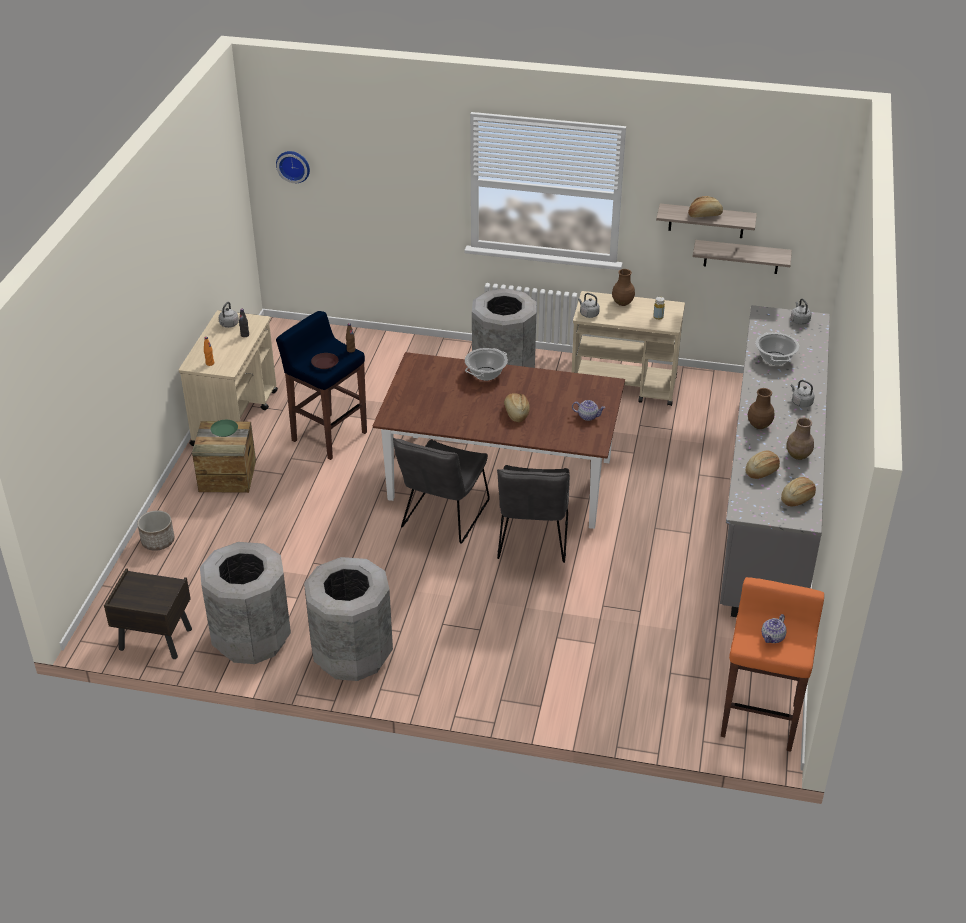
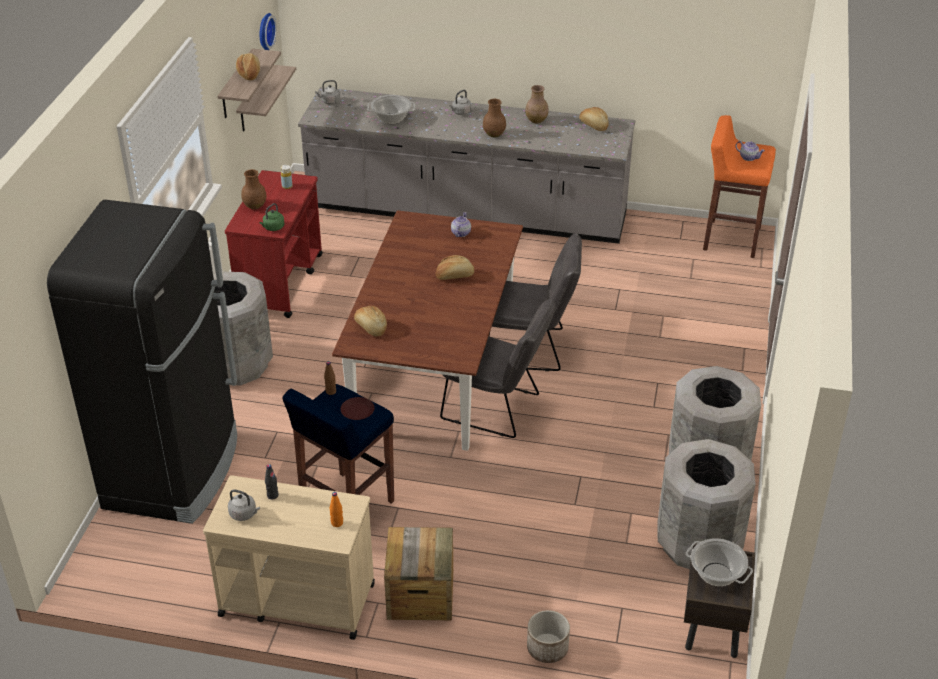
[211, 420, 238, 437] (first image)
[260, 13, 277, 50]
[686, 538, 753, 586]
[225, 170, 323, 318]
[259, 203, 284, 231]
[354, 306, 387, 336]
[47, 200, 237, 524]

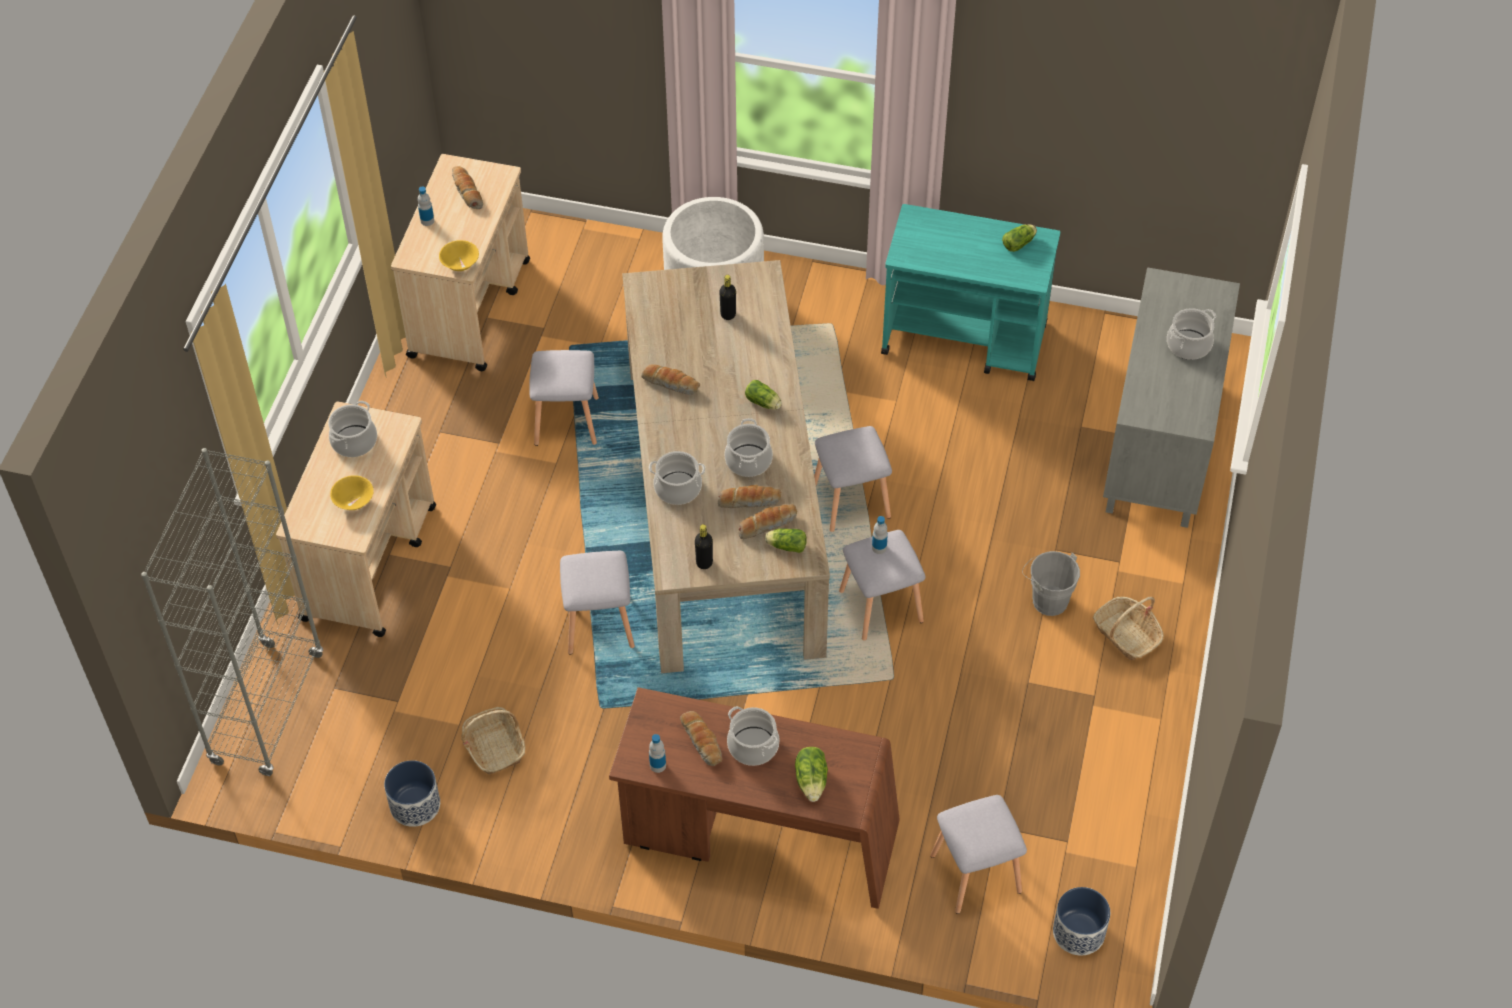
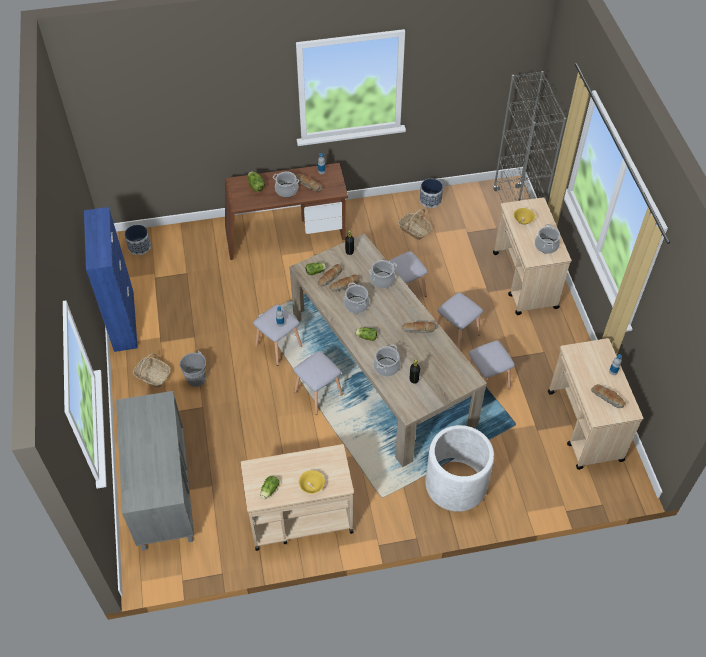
[299, 470, 325, 494]
[241, 444, 354, 551]
[437, 292, 483, 349]
[373, 344, 400, 377]
[84, 207, 138, 352]

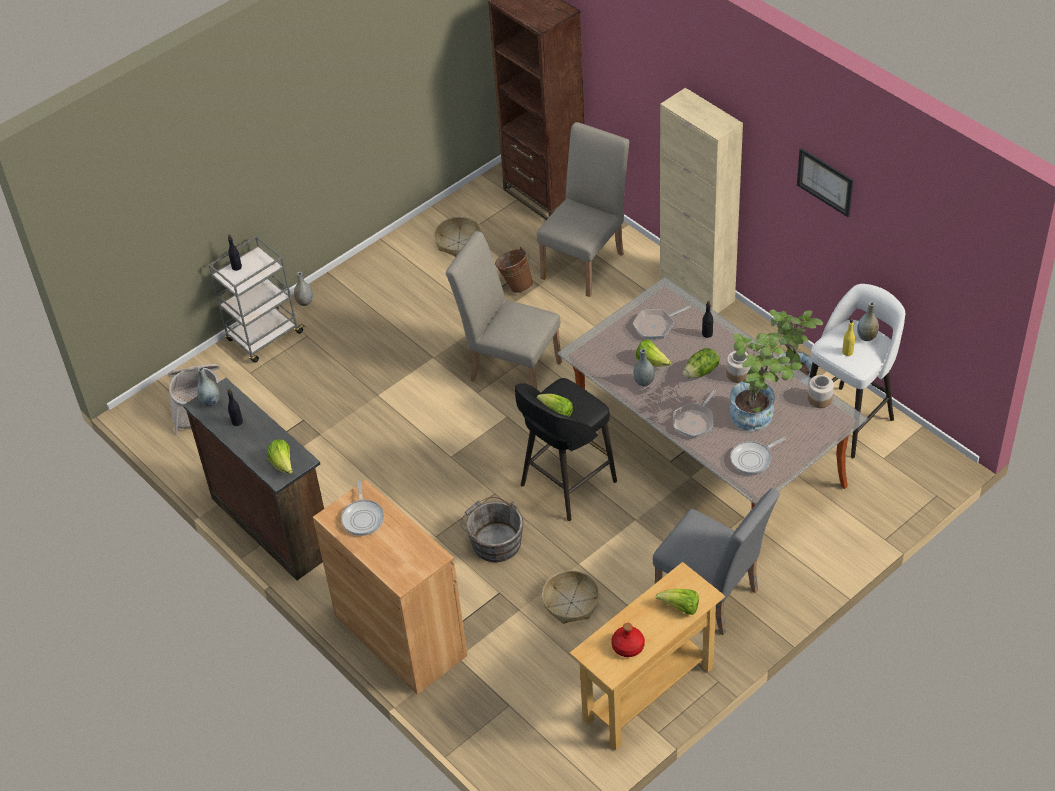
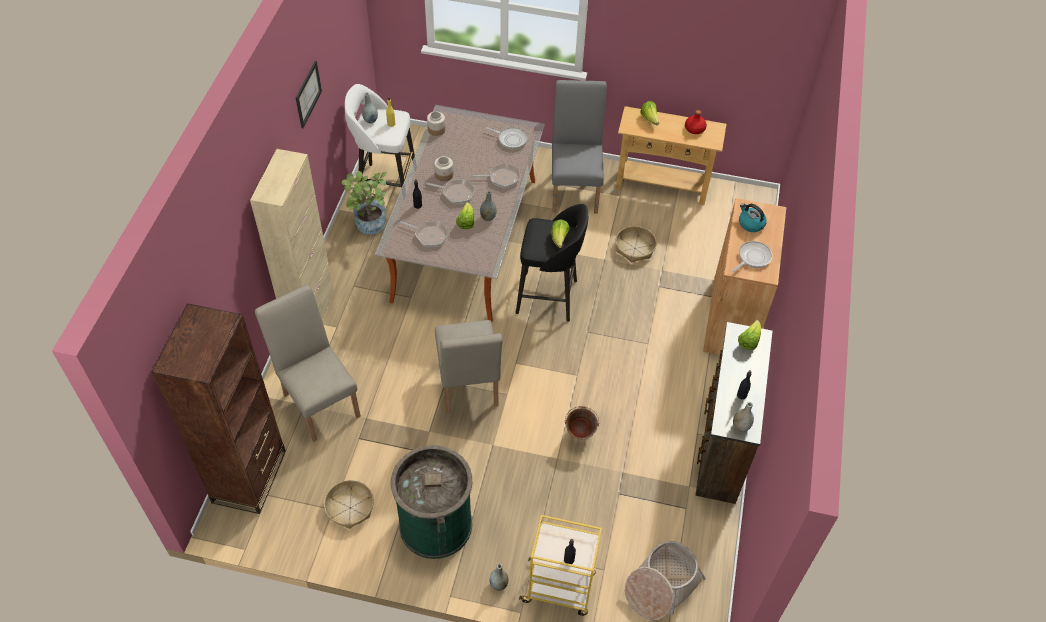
[519, 515, 602, 616]
[460, 497, 523, 562] (first image)
[565, 406, 599, 440]
[255, 284, 361, 442]
[426, 179, 475, 204]
[729, 334, 802, 431] (first image)
[391, 445, 472, 559]
[739, 203, 767, 232]

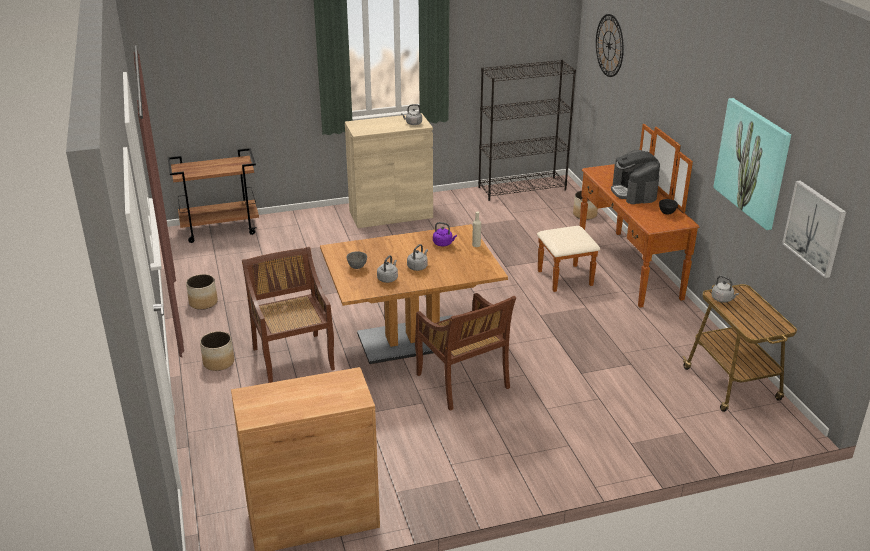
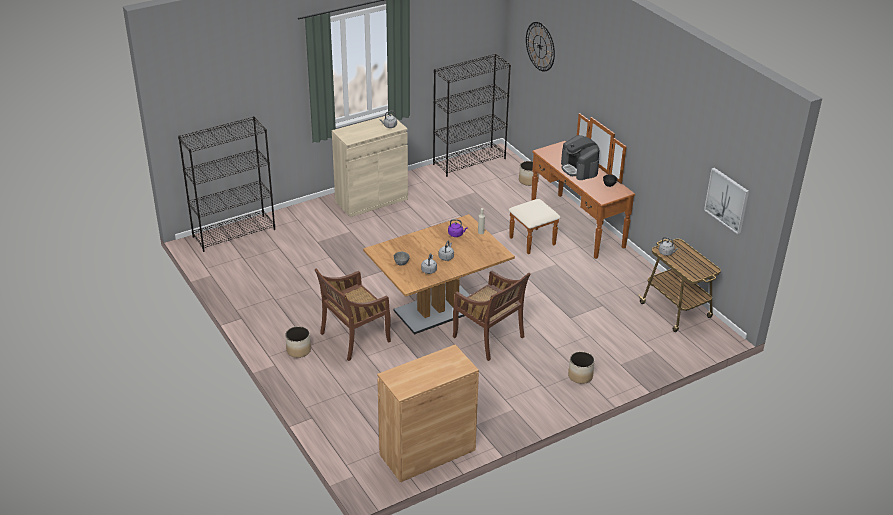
[178, 116, 275, 252]
[568, 352, 595, 384]
[315, 268, 391, 361]
[713, 98, 791, 230] (first image)

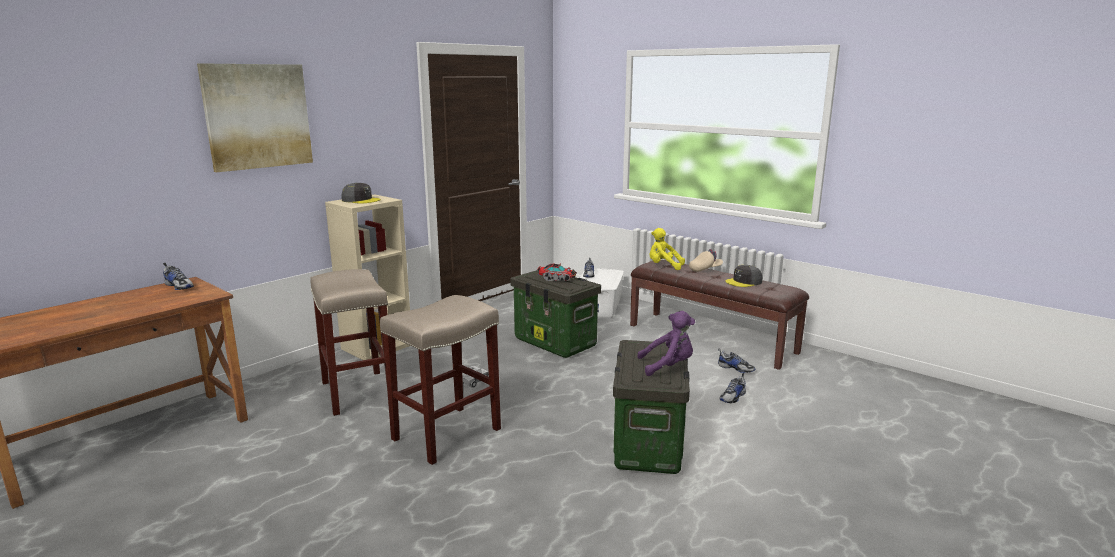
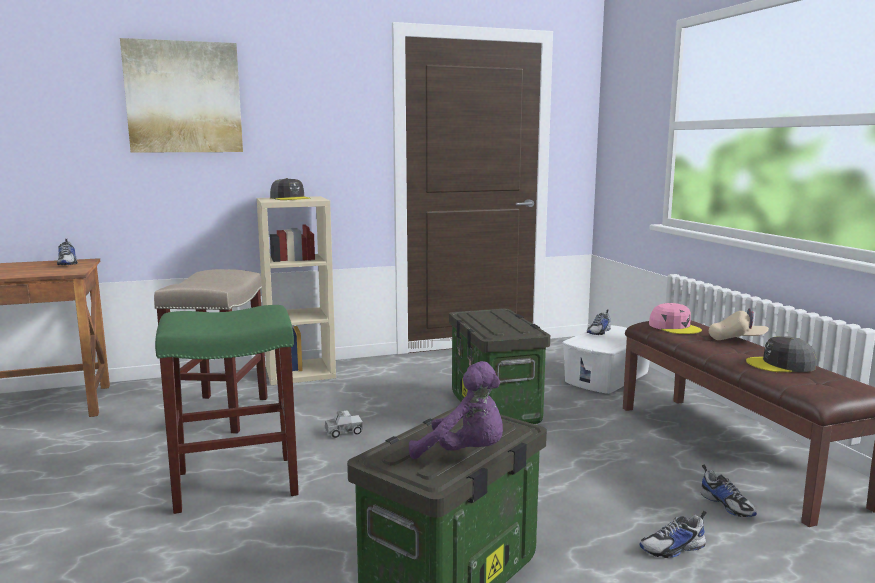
[155, 305, 299, 514]
[537, 263, 577, 281] (first image)
[649, 303, 702, 334]

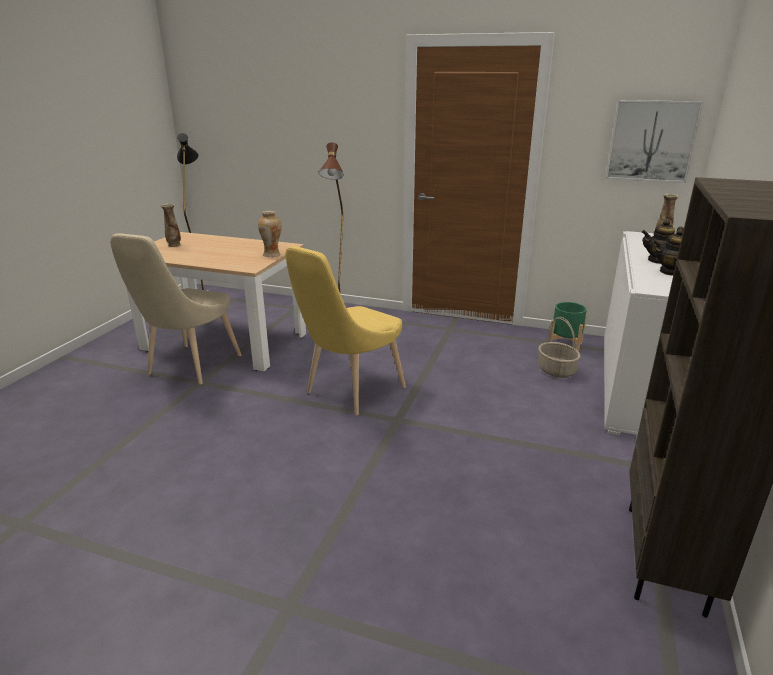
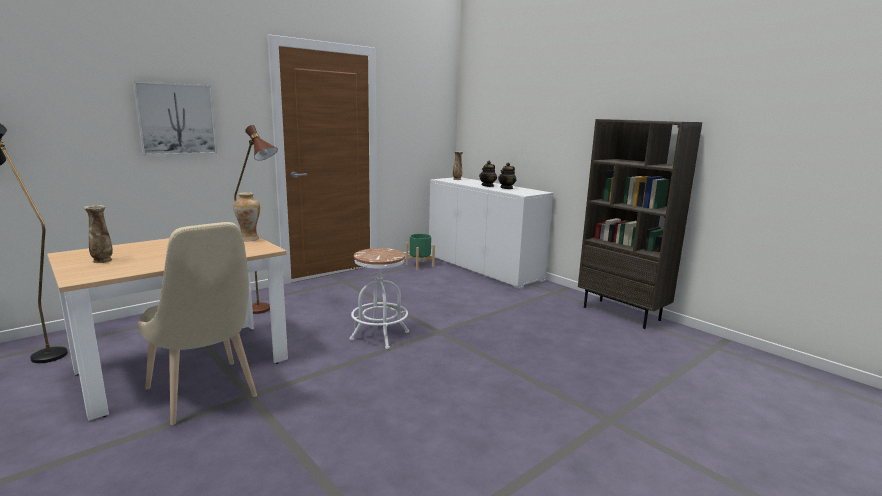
[350, 248, 409, 349]
[538, 317, 581, 378] (first image)
[133, 81, 217, 156]

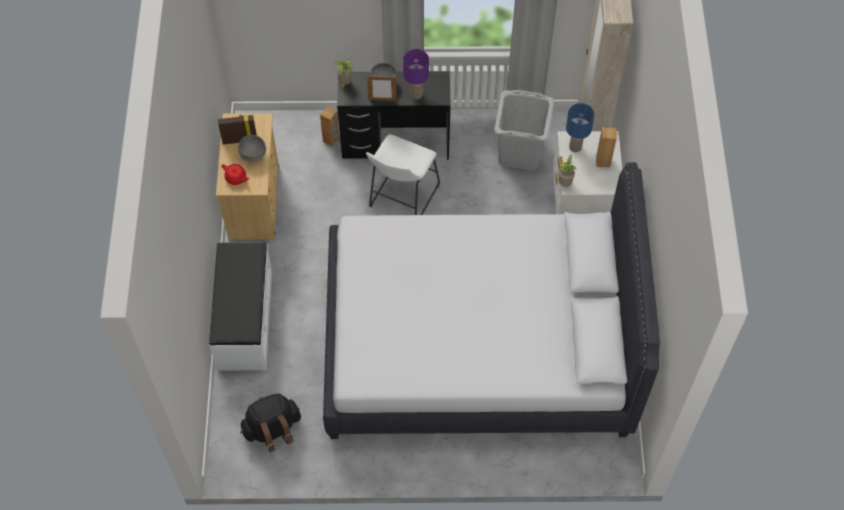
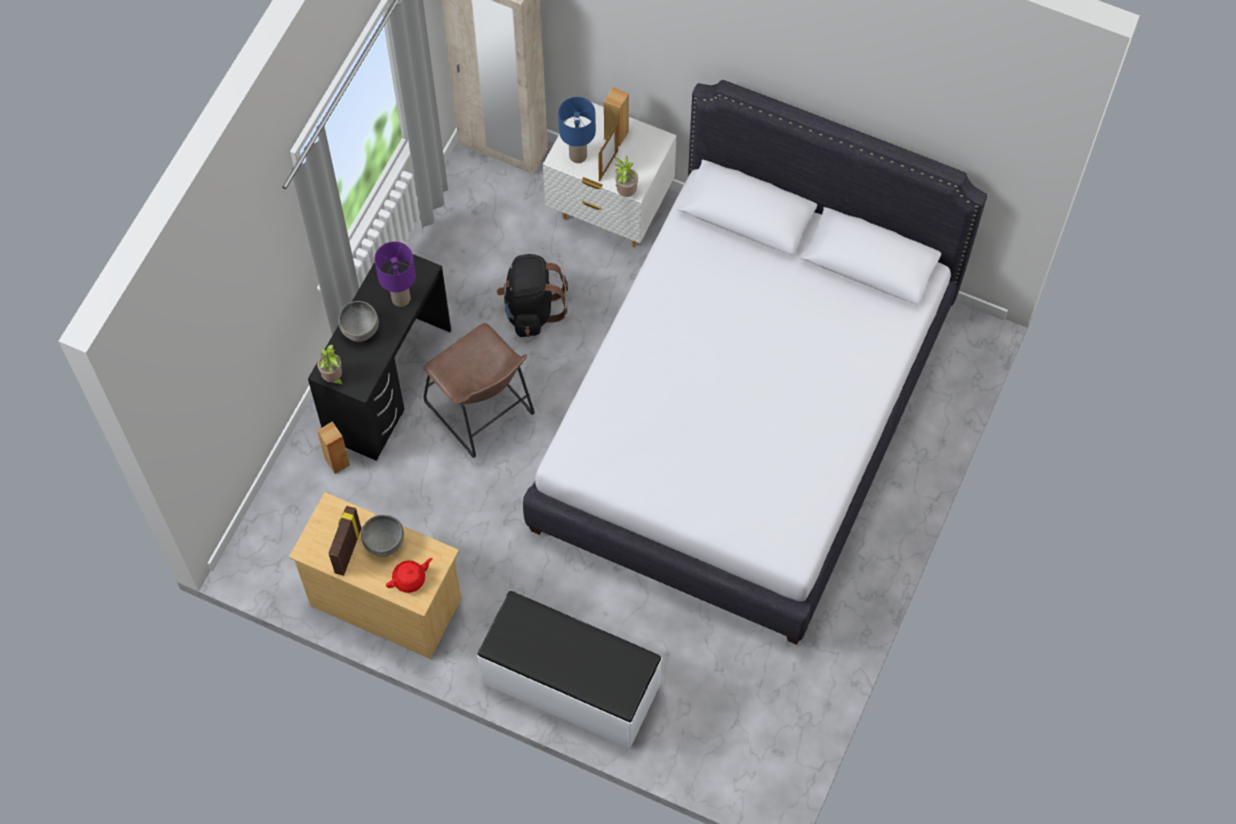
[497, 254, 568, 337]
[423, 323, 534, 458]
[598, 122, 618, 182]
[494, 90, 554, 170] (first image)

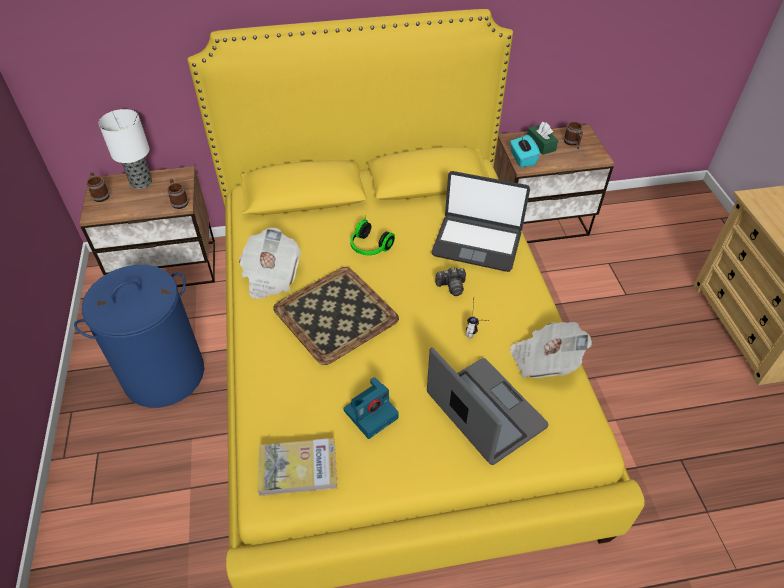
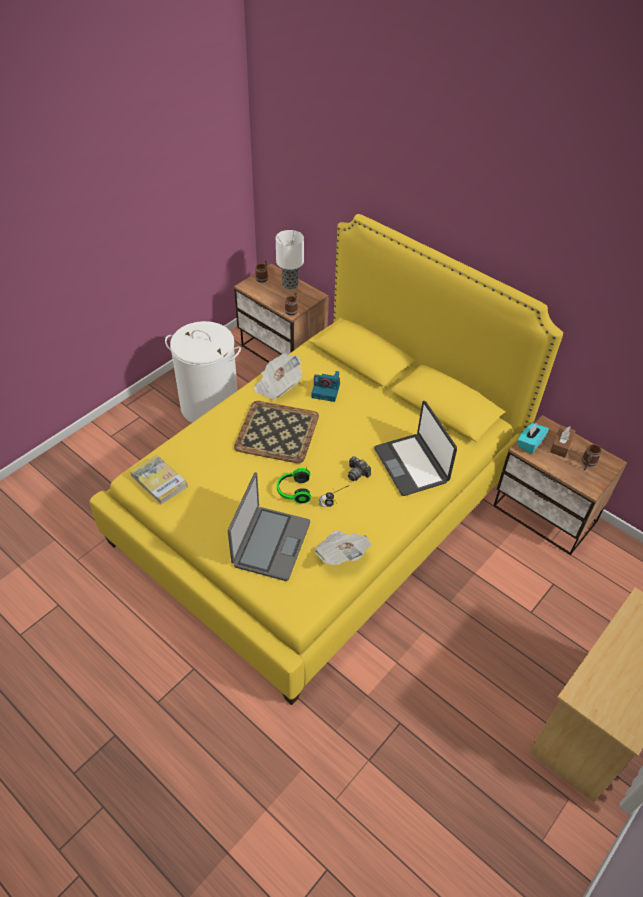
[165, 321, 241, 423]
[312, 371, 340, 402]
[277, 467, 311, 504]
[550, 425, 576, 458]

